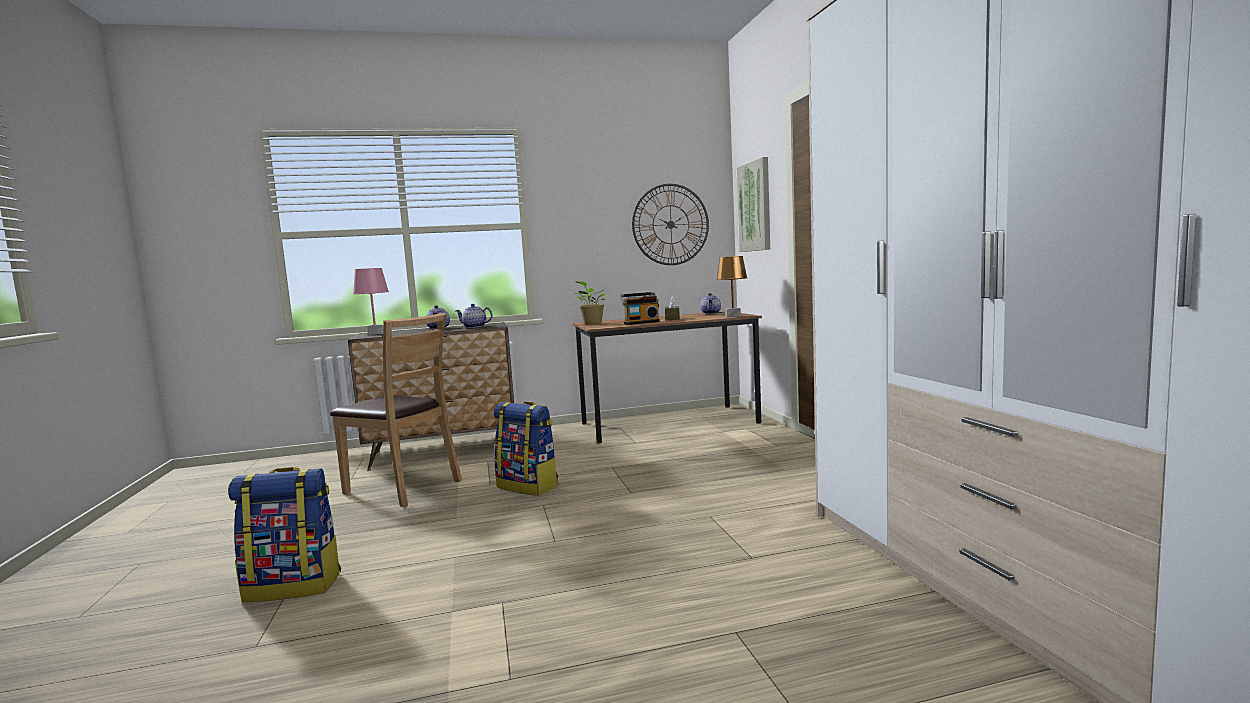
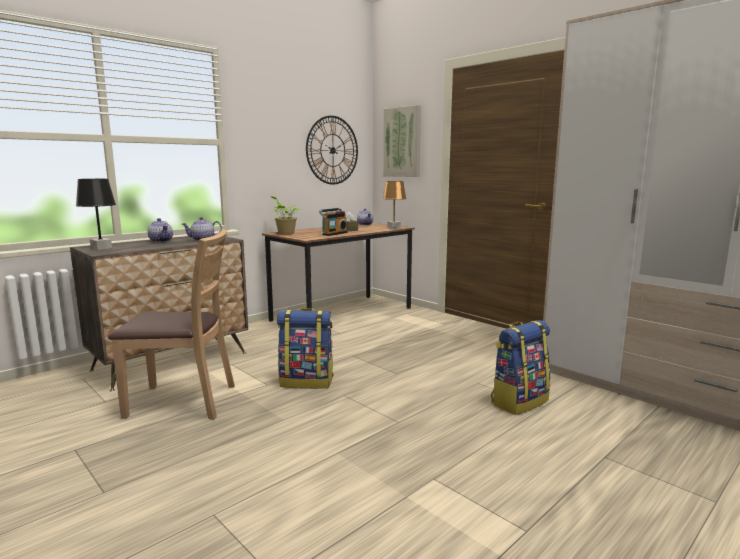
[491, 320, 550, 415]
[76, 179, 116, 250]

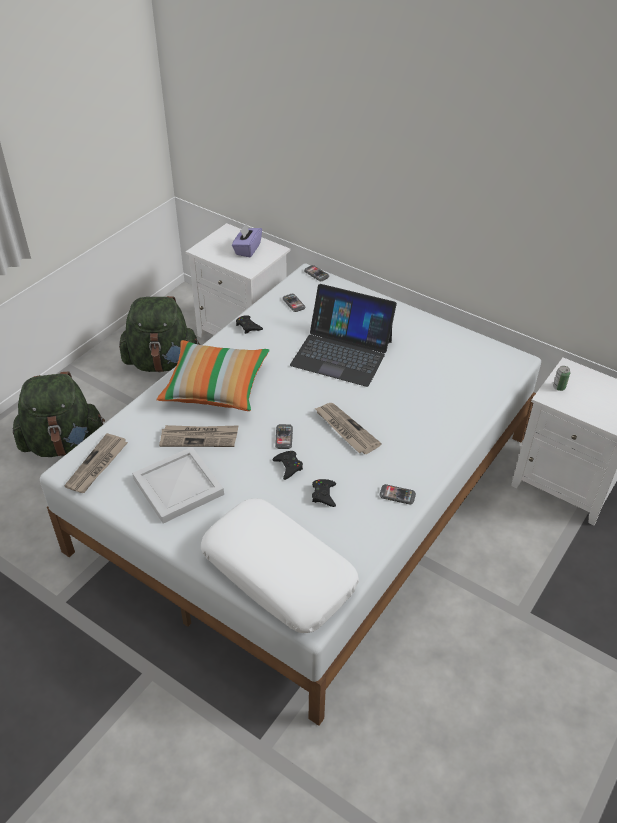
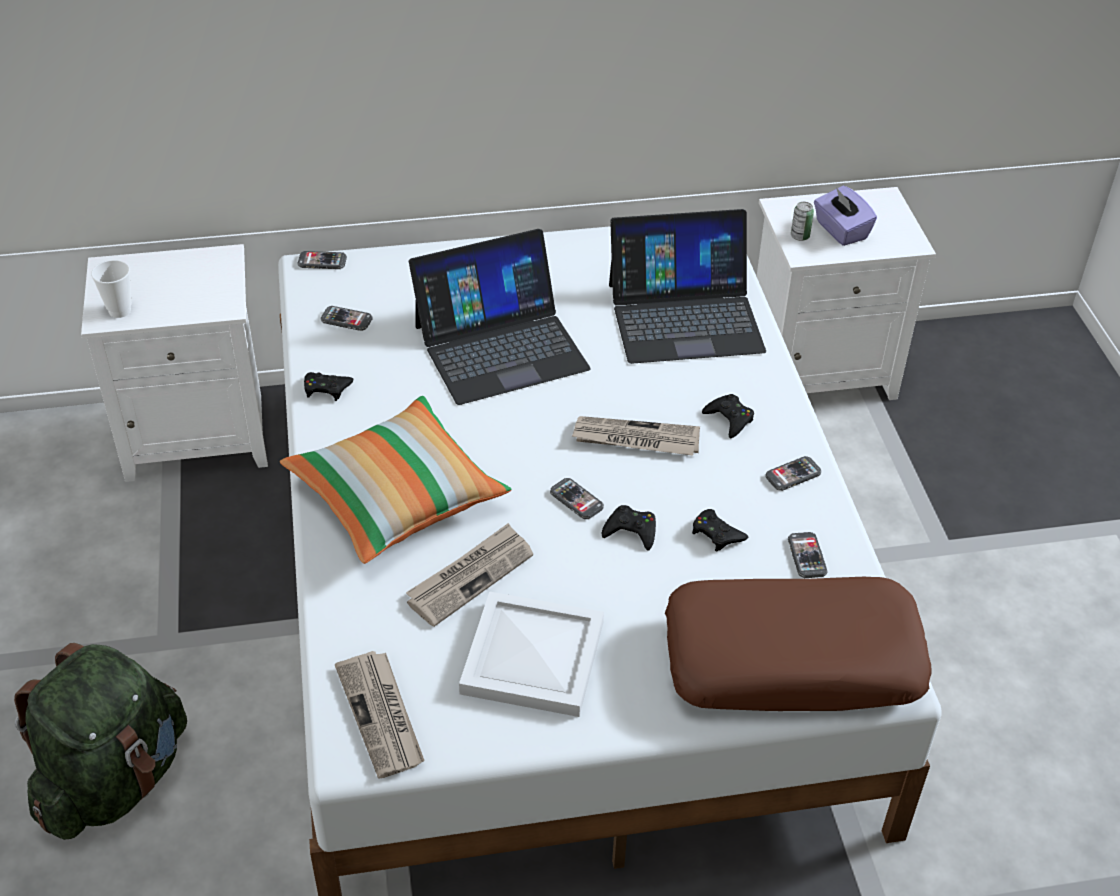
[119, 296, 200, 372] (first image)
[665, 577, 932, 711]
[814, 186, 877, 246]
[91, 260, 131, 318]
[609, 209, 766, 364]
[702, 394, 754, 438]
[788, 532, 828, 578]

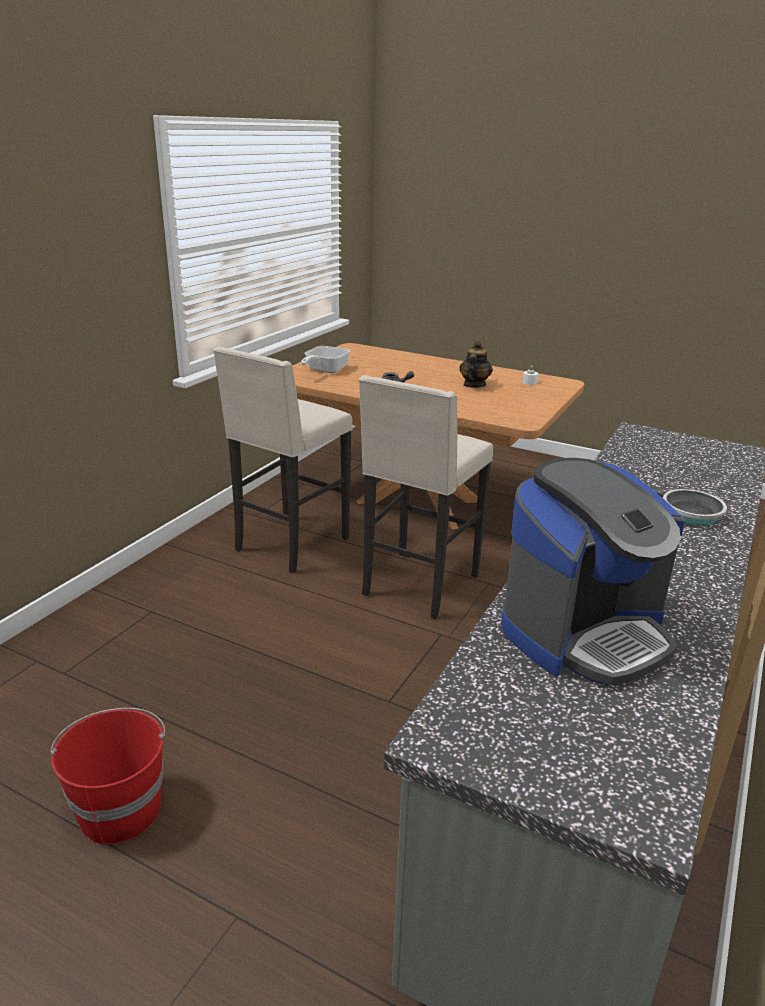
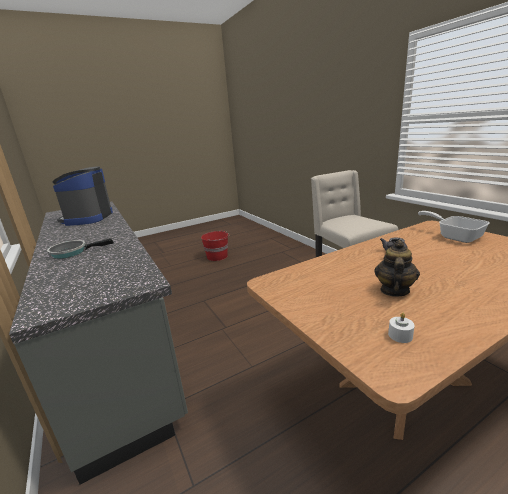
[359, 375, 493, 619] (first image)
[375, 240, 420, 297]

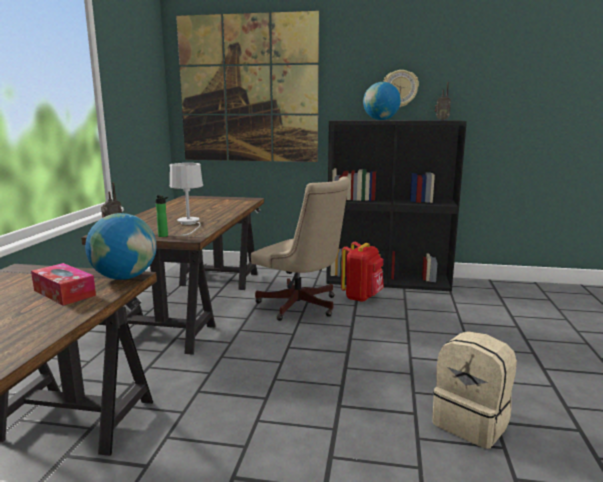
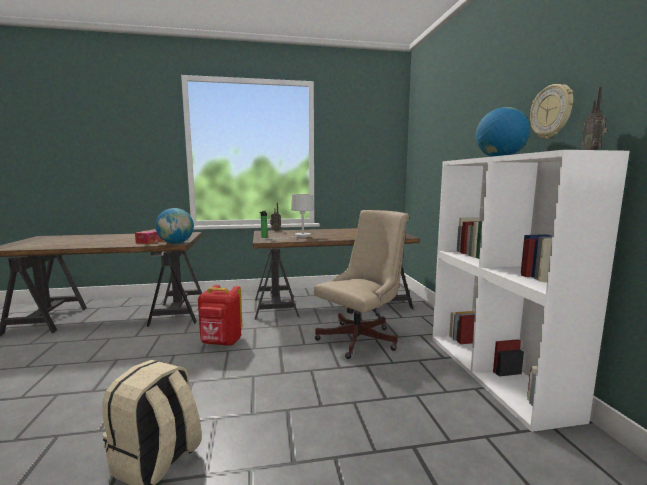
[176, 11, 319, 162] (first image)
[314, 210, 409, 359]
[432, 150, 630, 432]
[198, 285, 242, 346]

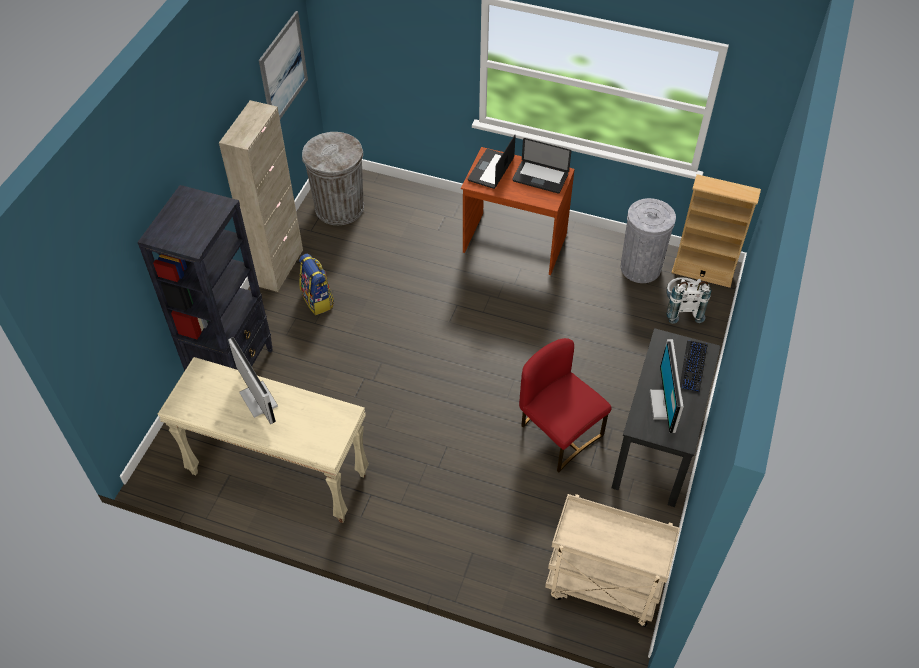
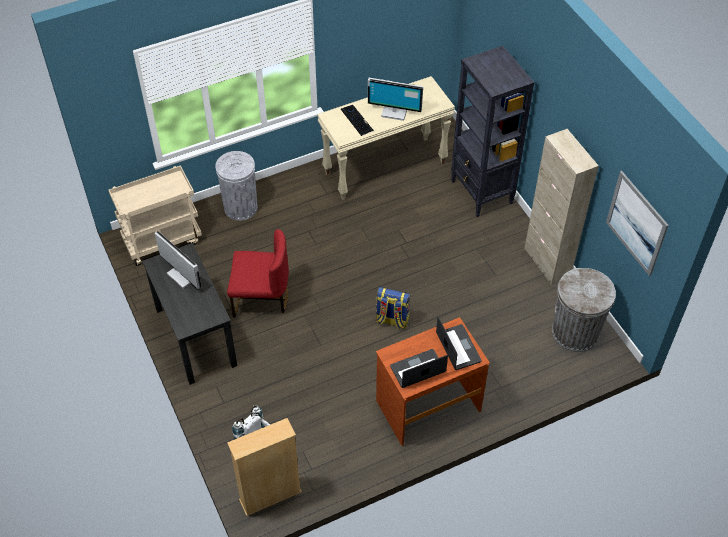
[375, 287, 410, 329]
[215, 151, 258, 221]
[341, 105, 374, 136]

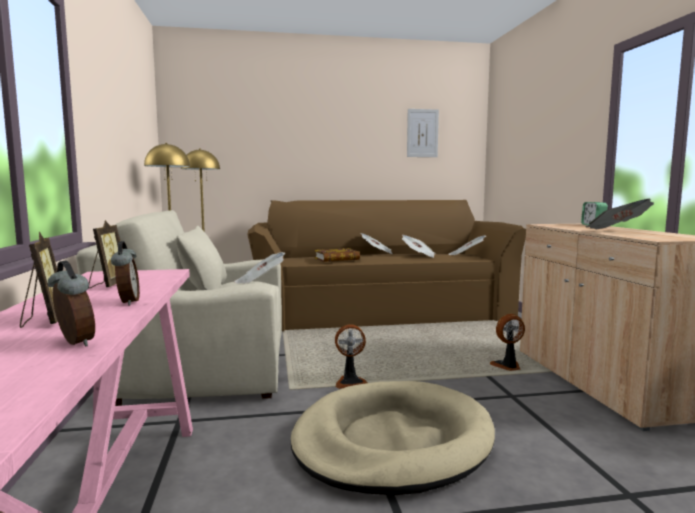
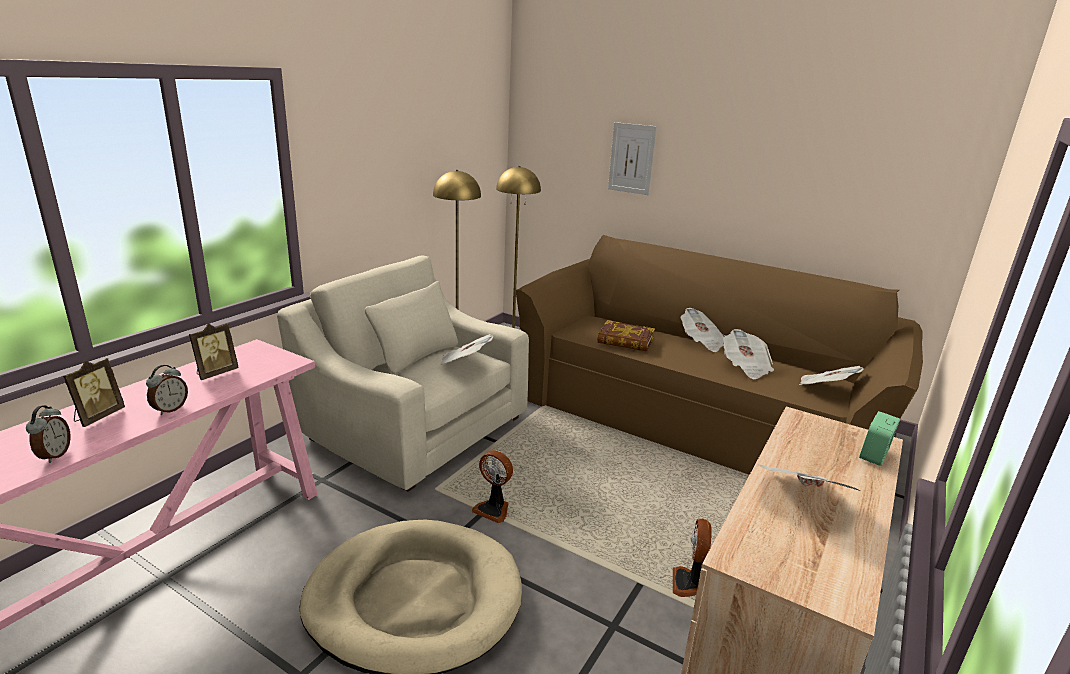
[608, 122, 657, 195]
[673, 519, 712, 597]

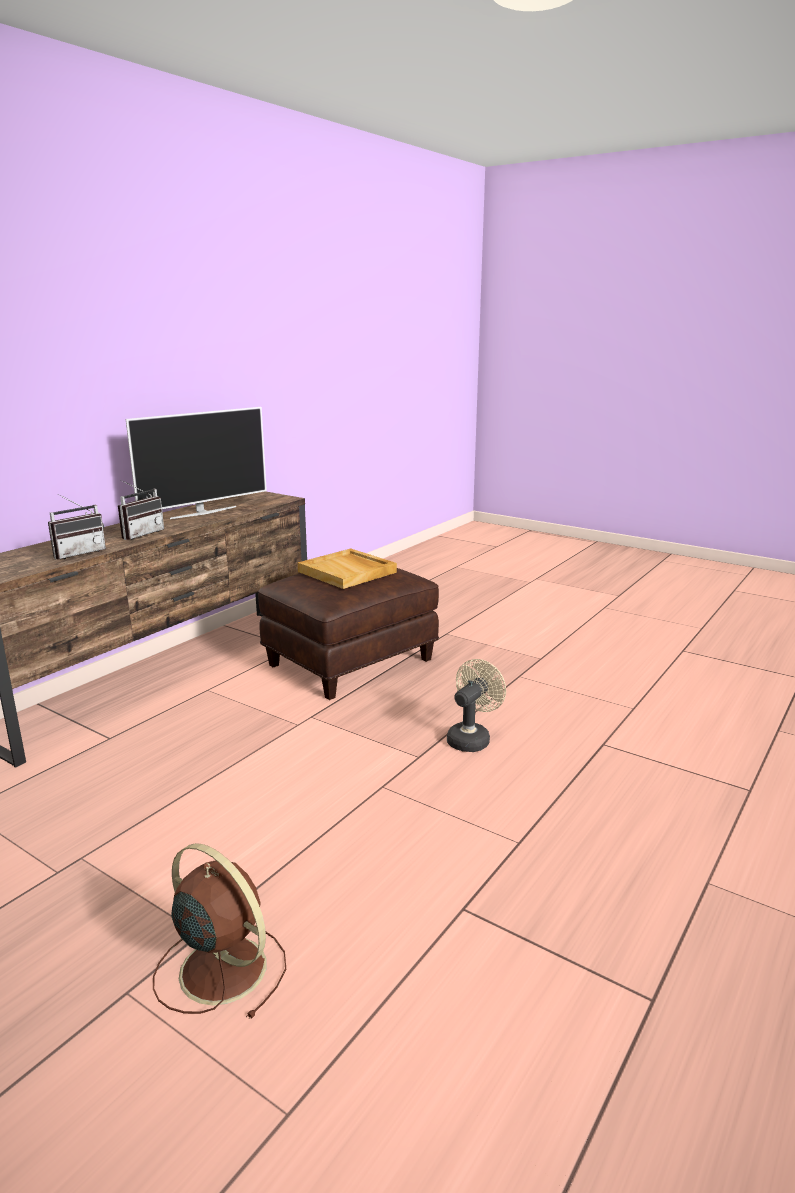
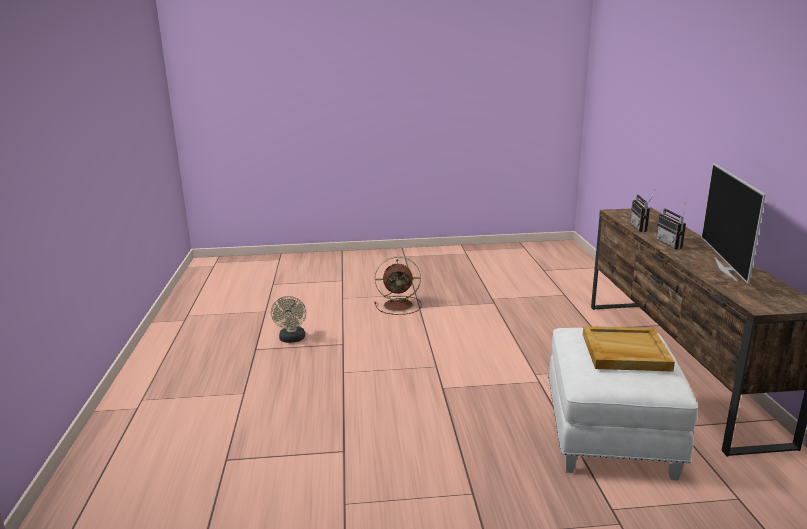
[548, 328, 698, 481]
[271, 296, 306, 343]

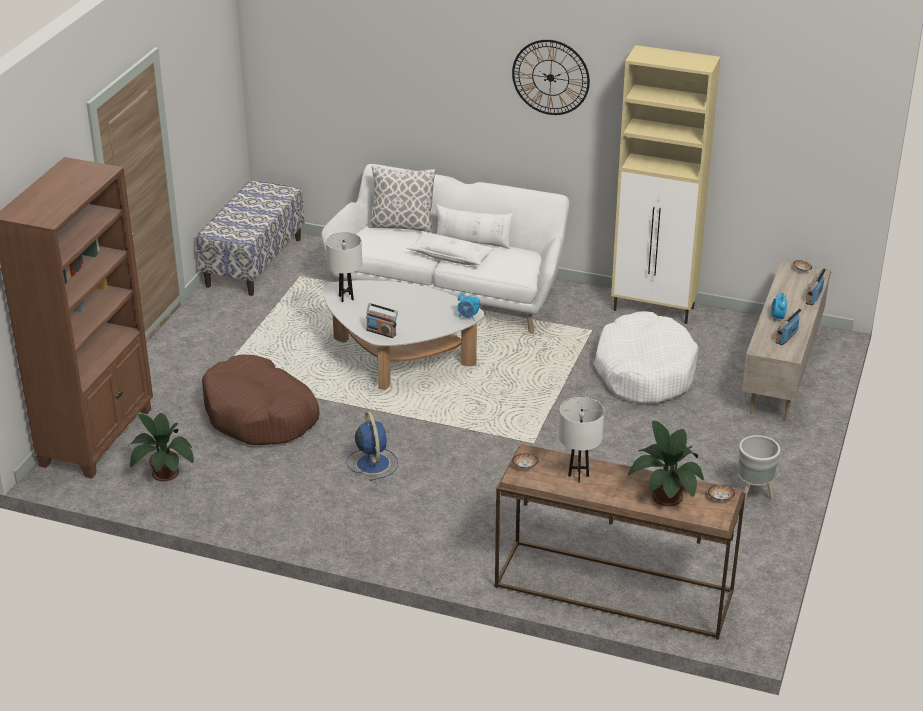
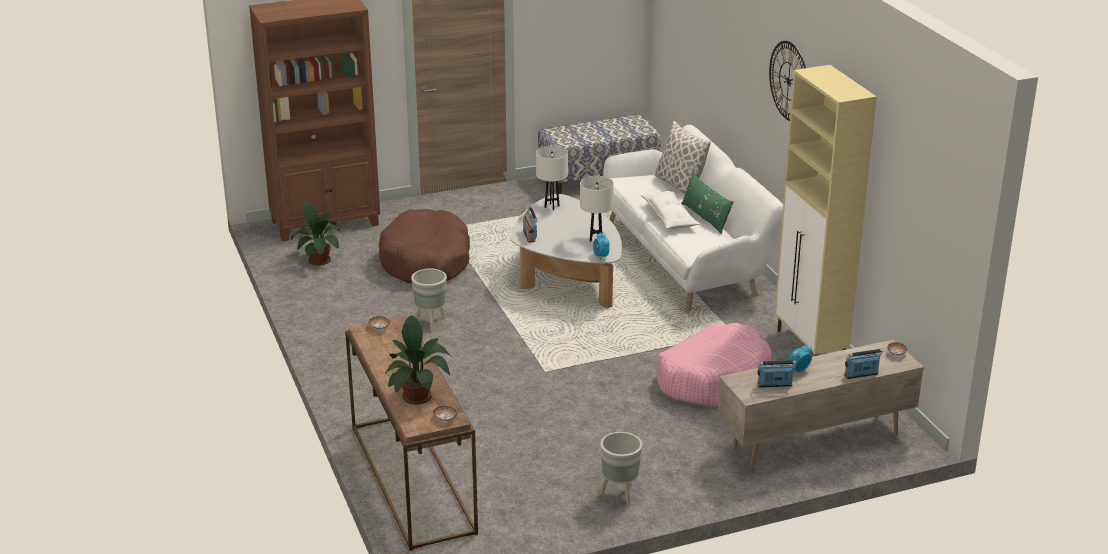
[411, 268, 447, 331]
[681, 172, 734, 234]
[580, 176, 614, 242]
[656, 323, 772, 406]

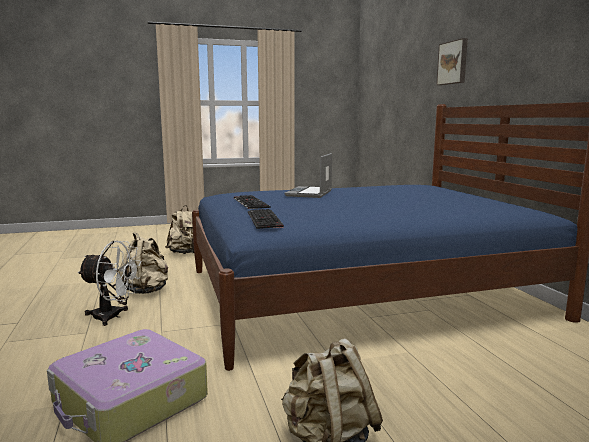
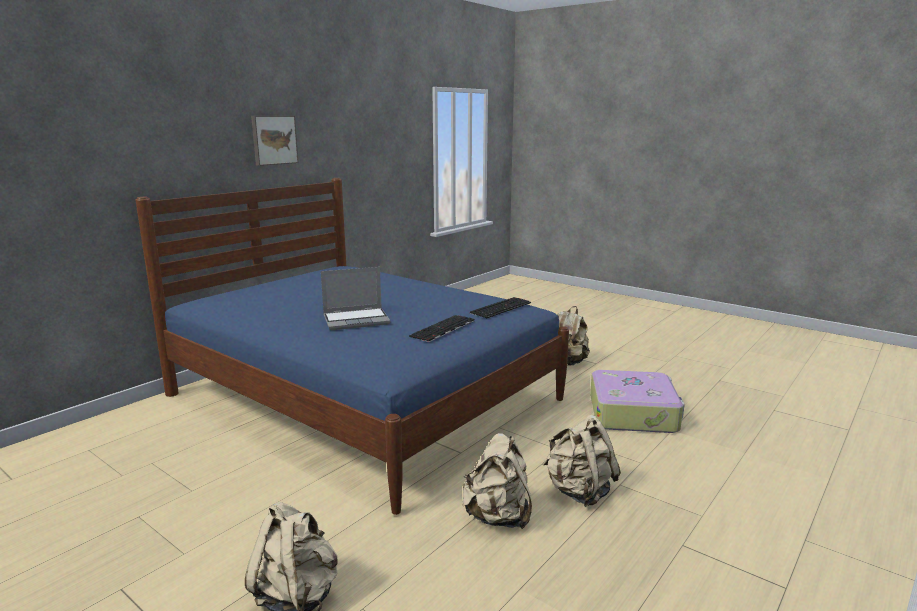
[543, 415, 621, 507]
[251, 116, 298, 166]

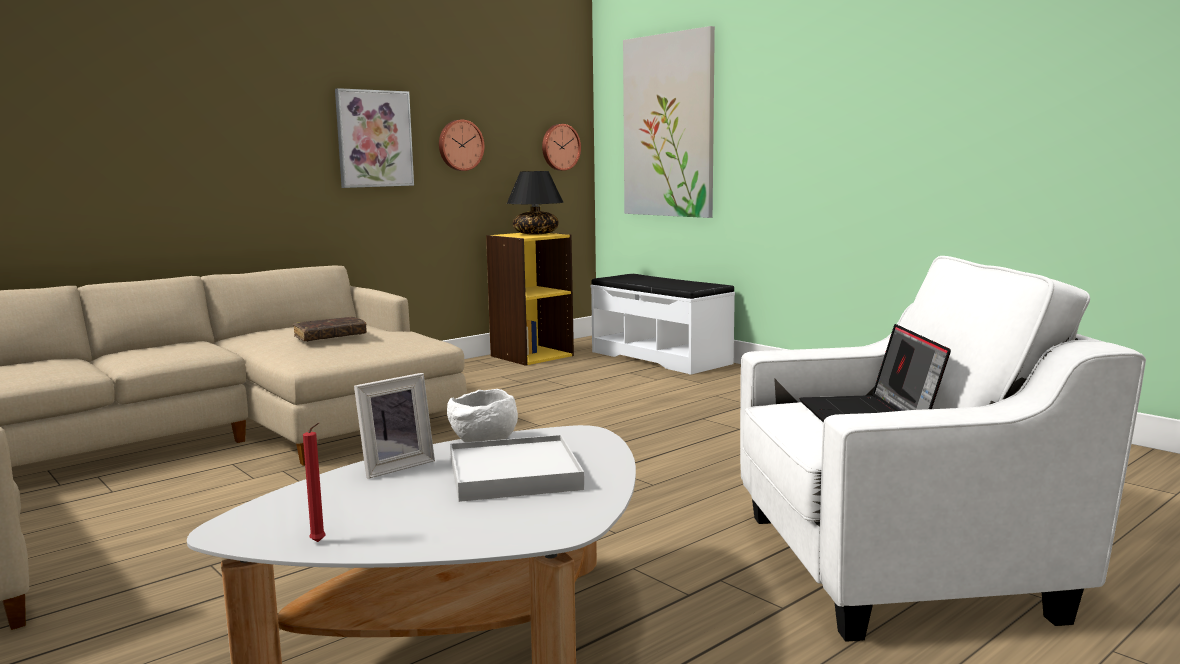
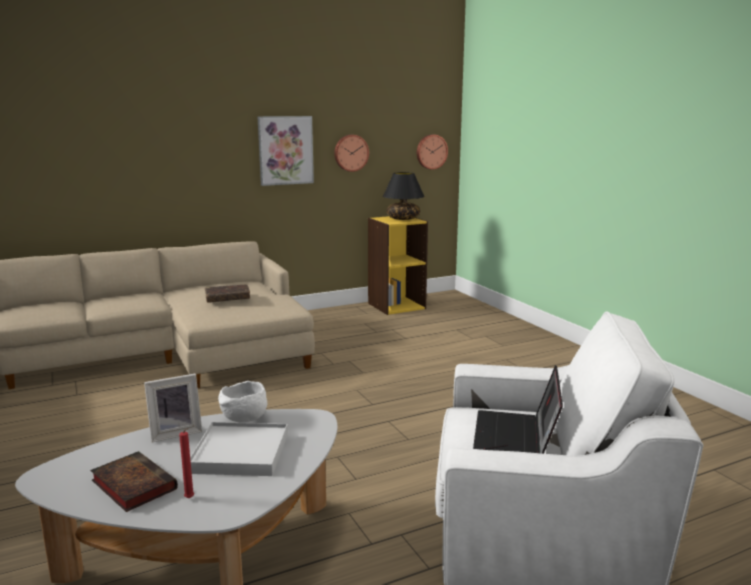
[179, 428, 194, 499]
[591, 274, 735, 375] (first image)
[623, 26, 715, 218] (first image)
[90, 451, 178, 512]

